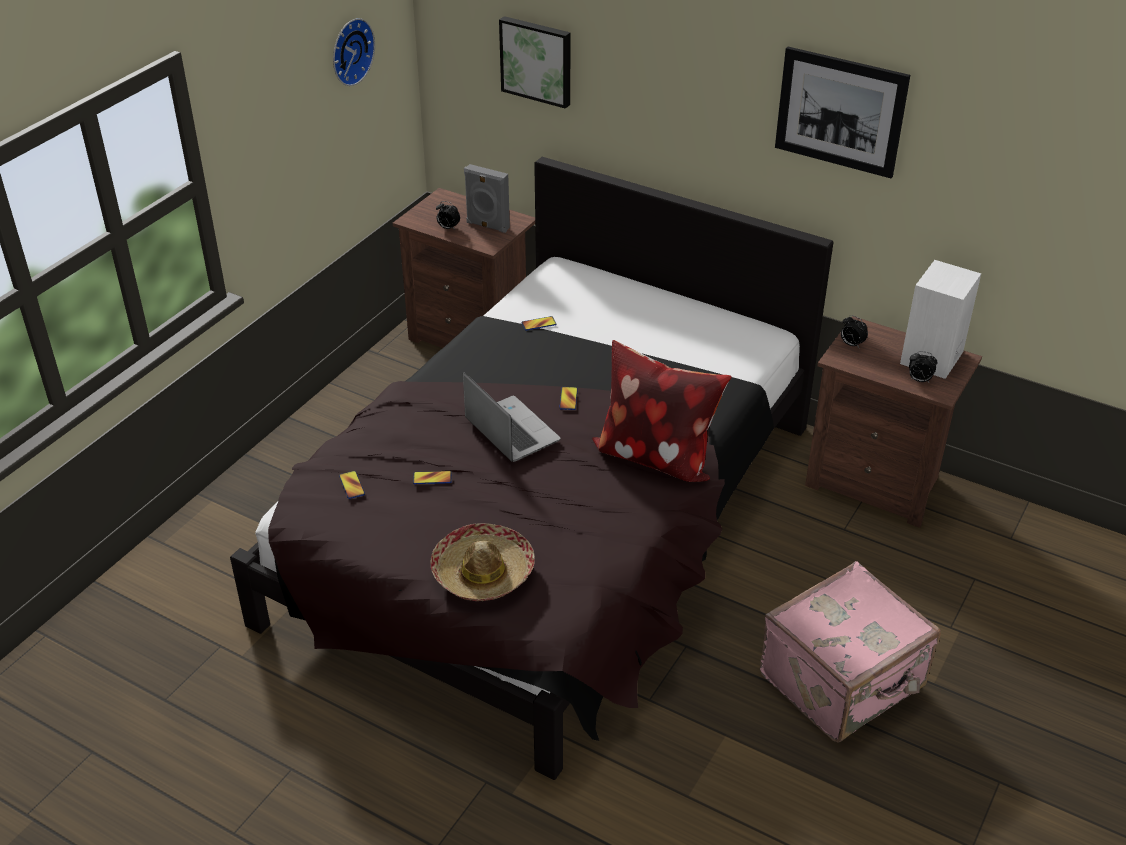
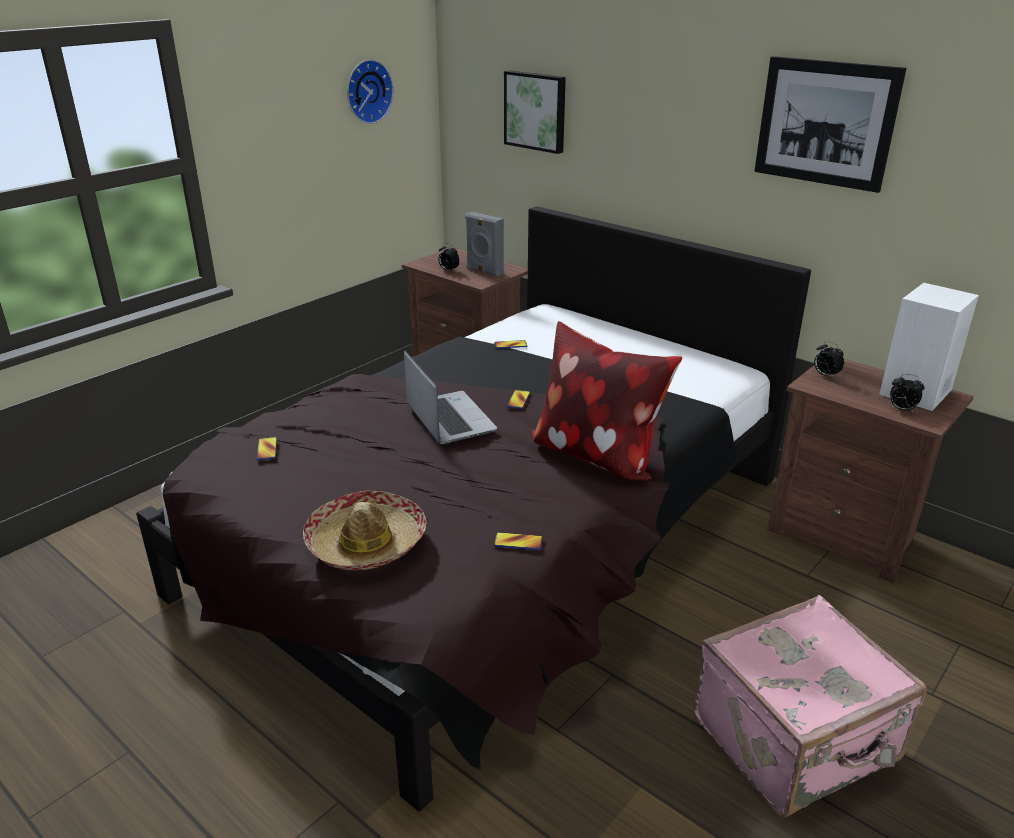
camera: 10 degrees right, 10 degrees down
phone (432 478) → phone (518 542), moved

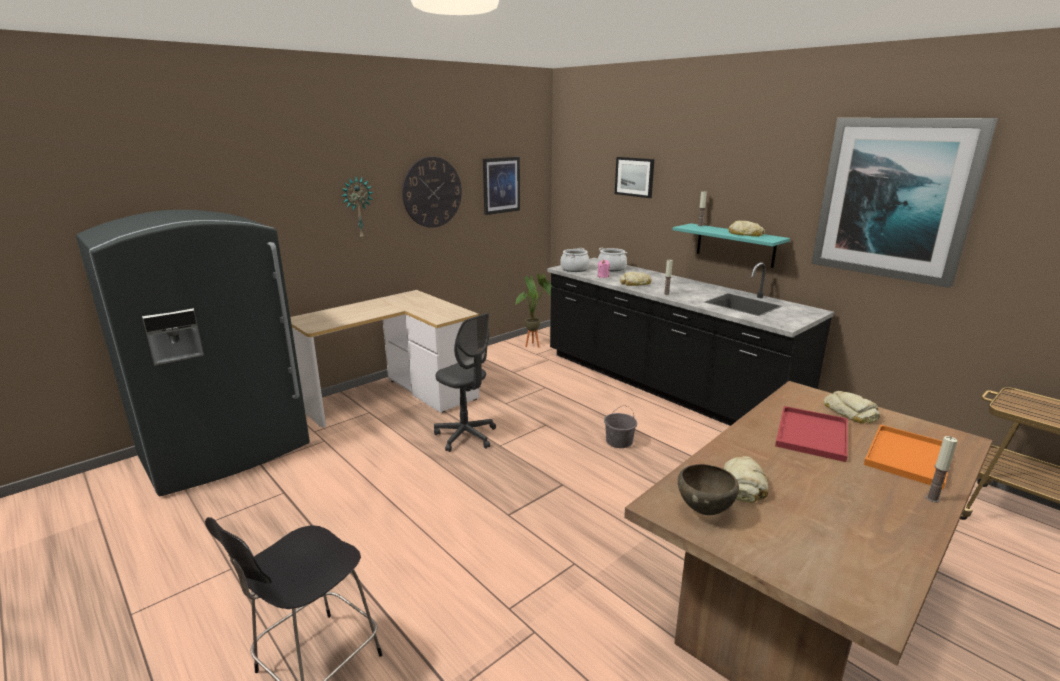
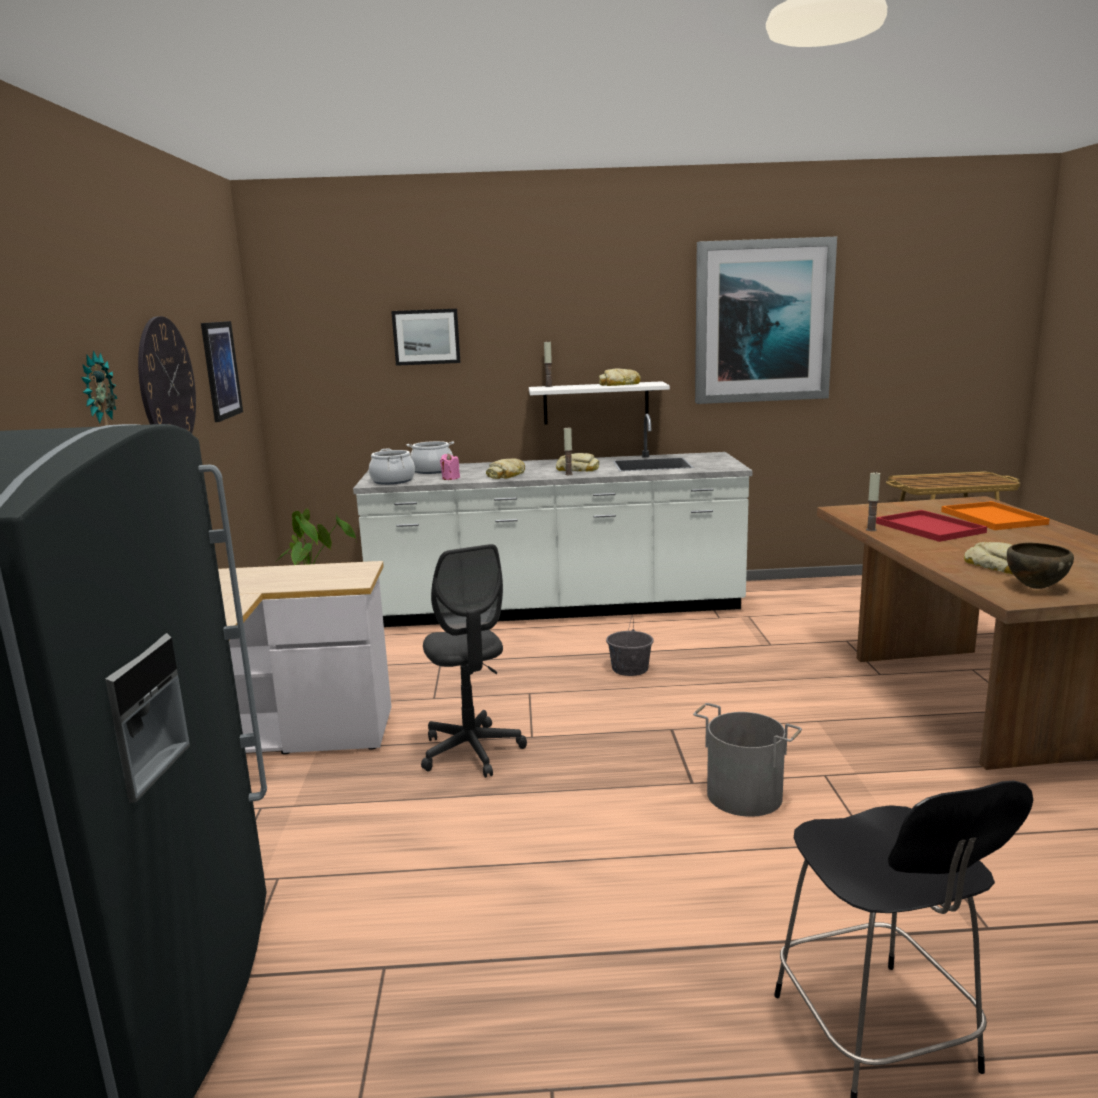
camera: 50 degrees left, 5 degrees down
blackish_kitchen_counter (663 386) → whitish_kitchen_counter (556 607)
gray_desk_chair (466 436) → gray_desk_chair (471 751), 75 degrees clockwise
blue-green_wall_shelf (735 245) → whitish_wall_shelf (596 403)
baked_bread (850 413) → baked_bread (578 469), moved
- → gray_pail (744 794)
wax_light (932 498) → wax_light (871 530), moved

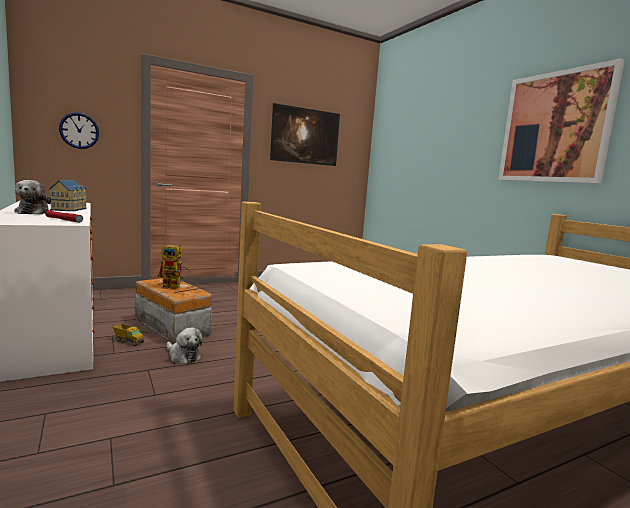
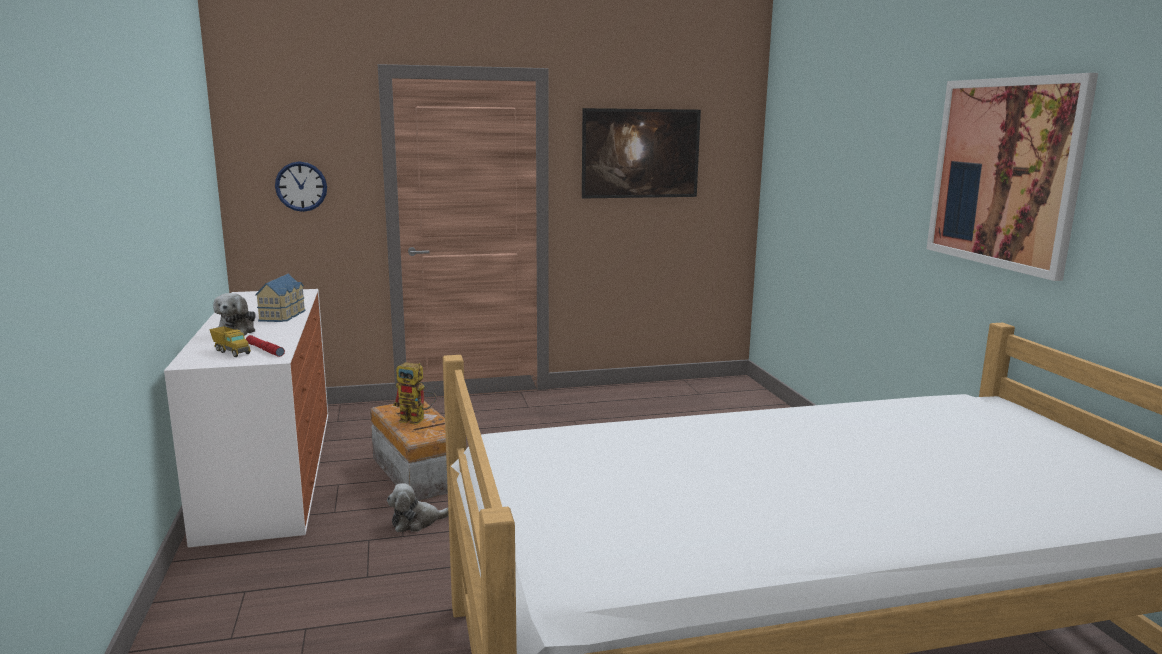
camera: 15 degrees right, 5 degrees up
toy_lorry (128 341) → toy_lorry (231 352), moved
soft_toy (183 356) → soft_toy (417 522), 105 degrees clockwise

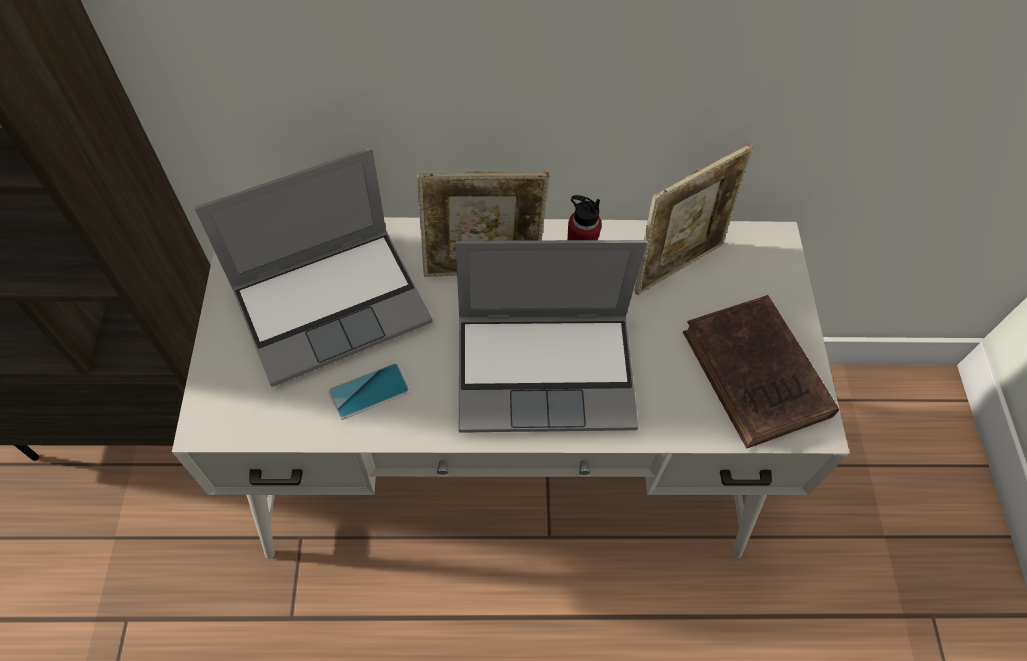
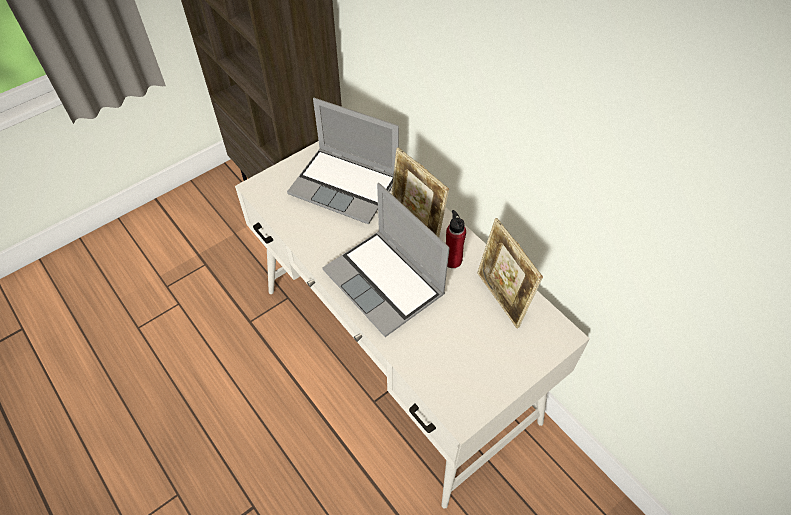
camera: 55 degrees right, 5 degrees down
standing_frame (676 264) → standing_frame (500 299), 45 degrees clockwise
phone (369 391) → -
brownish_book (757 378) → -

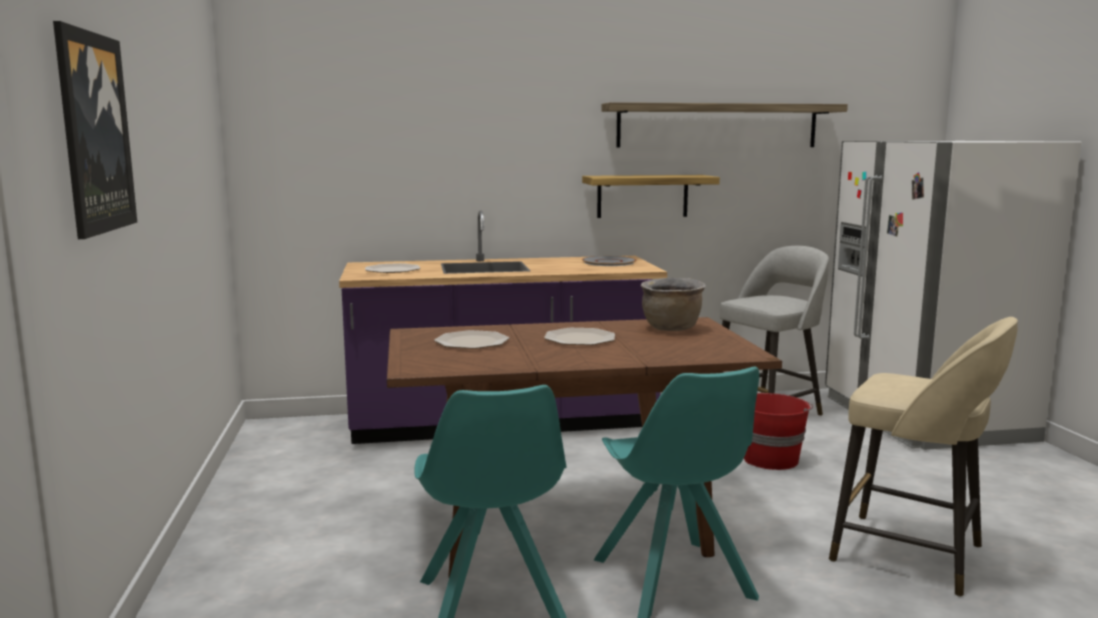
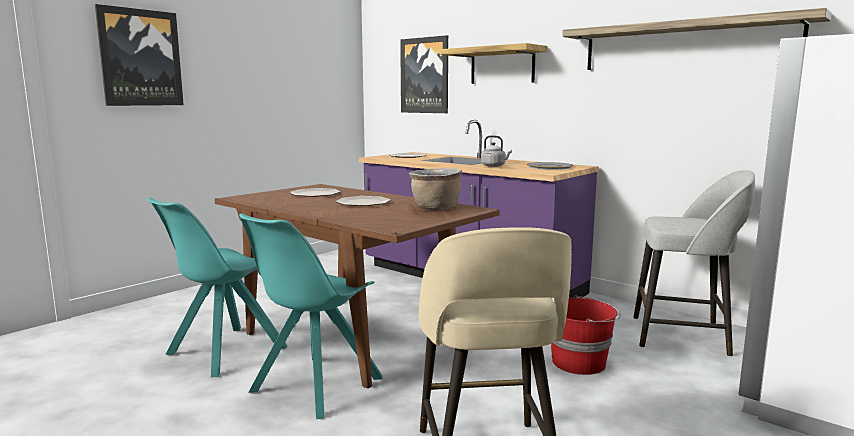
camera: 50 degrees right, 0 degrees up
- → wall_art (425 75)
wall_shelf (642 196) → wall_shelf (502 66), moved
- → gray_tea_kettle (494 166)

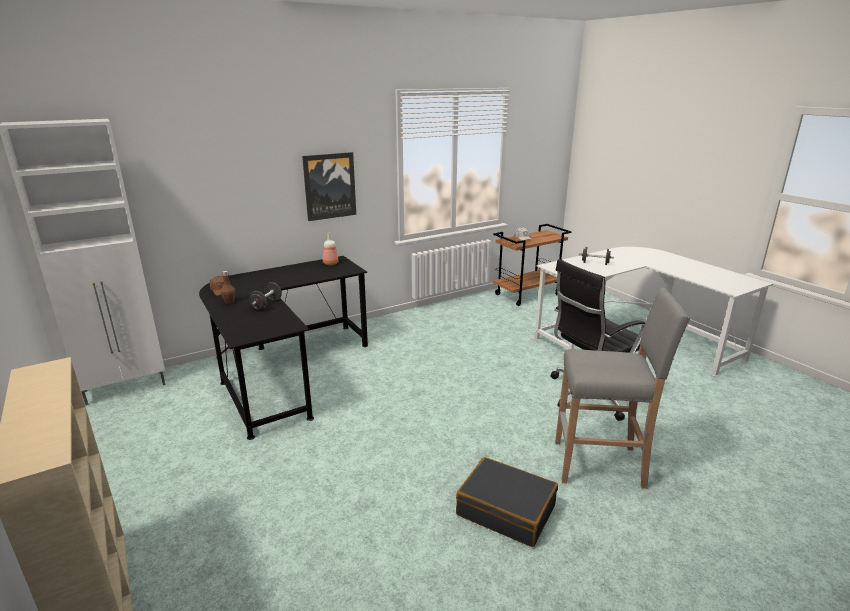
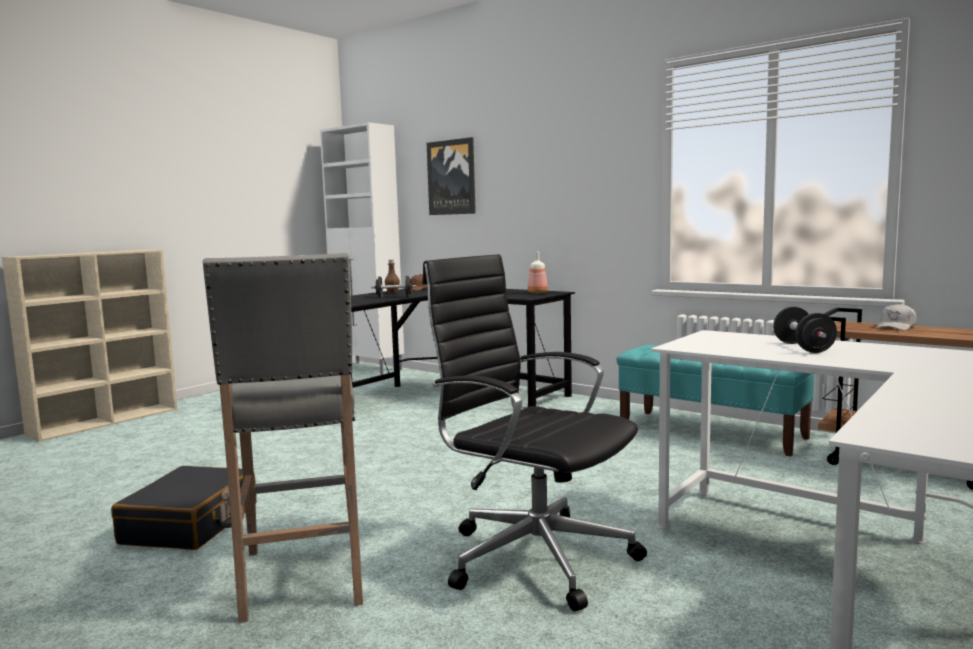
camera: 70 degrees right, 15 degrees down
wall_art (329 186) → wall_art (452 177), moved
- → blue-green_indoor_bench (711 432)

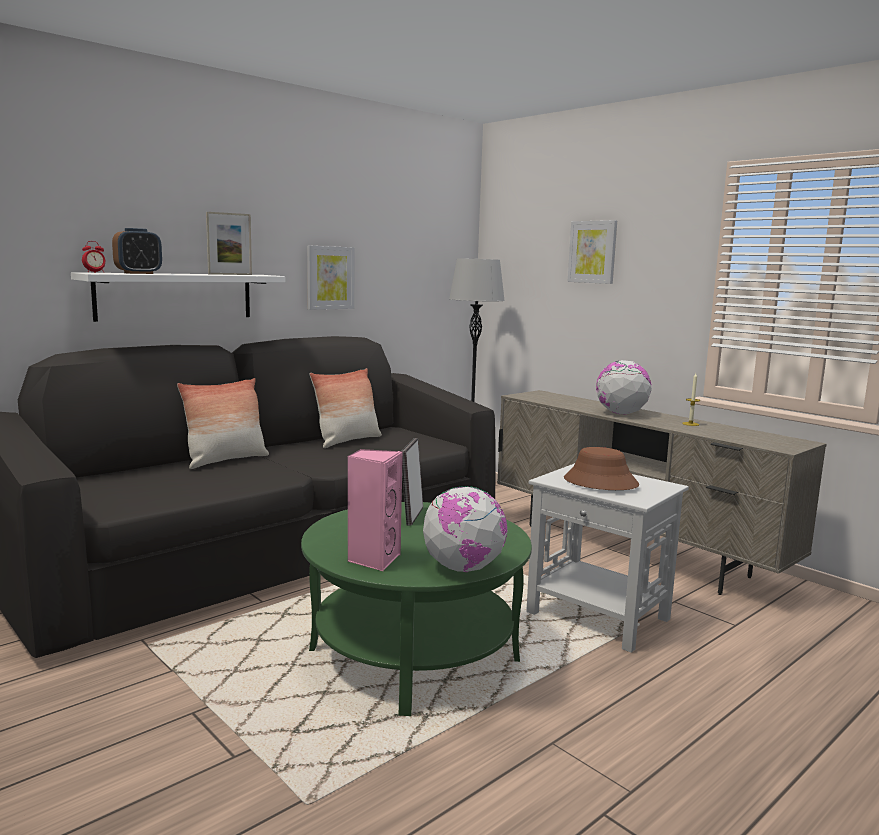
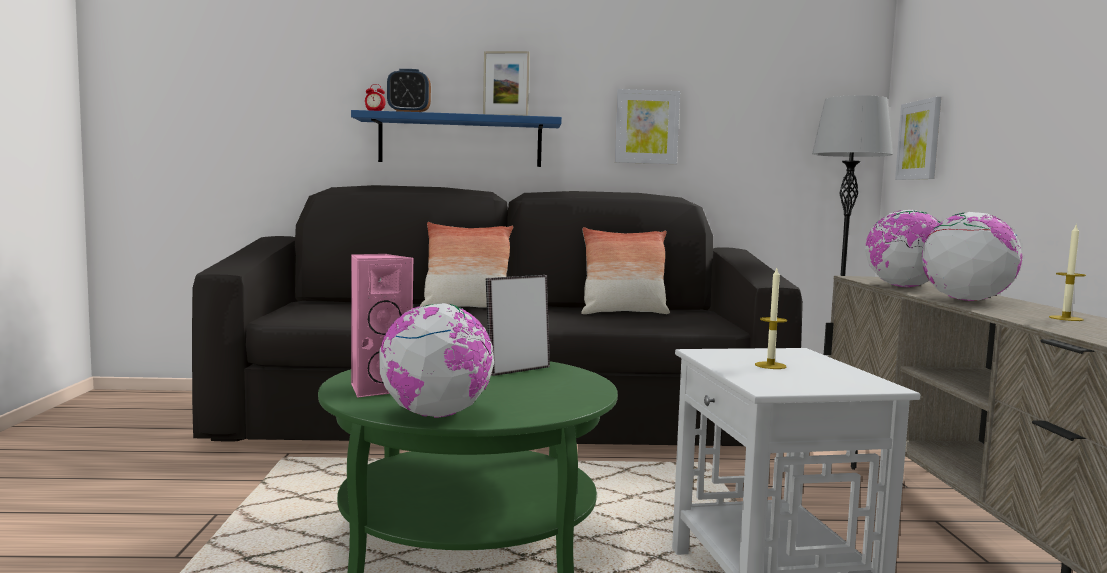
camera: 40 degrees right, 5 degrees down
whitish_wall_shelf (175 296) → blue_wall_shelf (460 141)
brownish_wearable_hat (600 482) → wax_light (770 365)
- → globe (903 287)
wall_art (592 252) → wall_art (919 140), moved

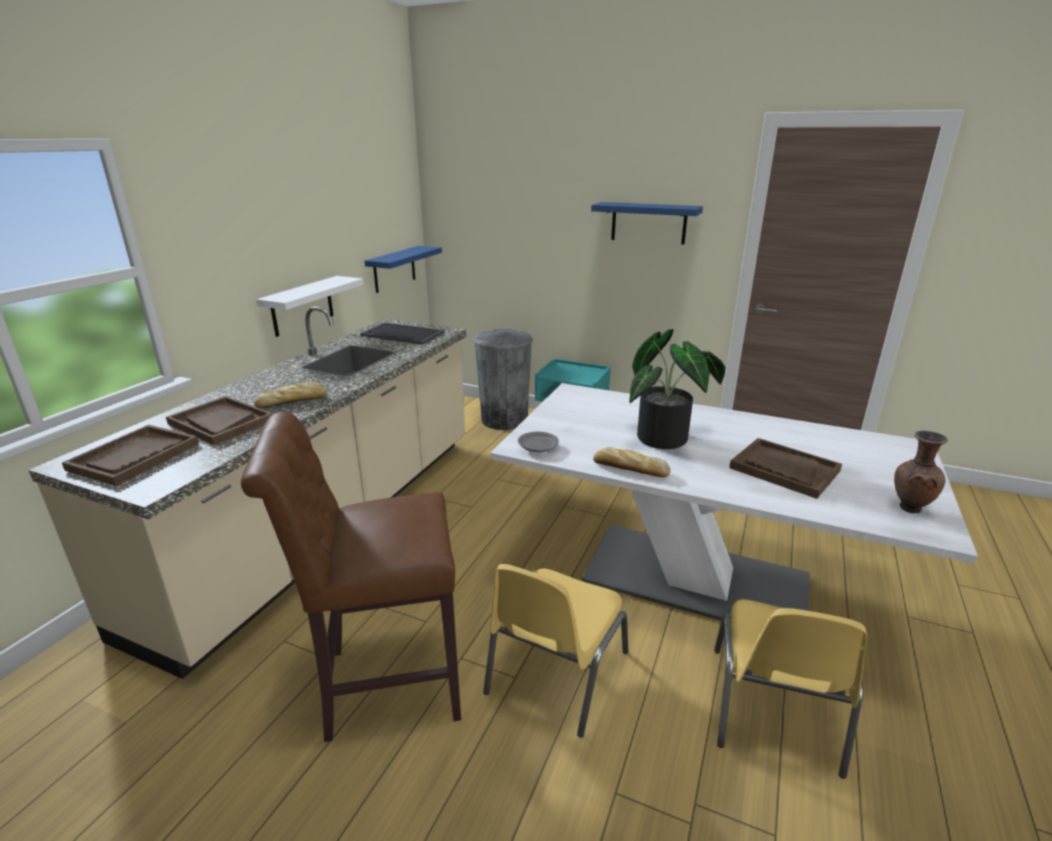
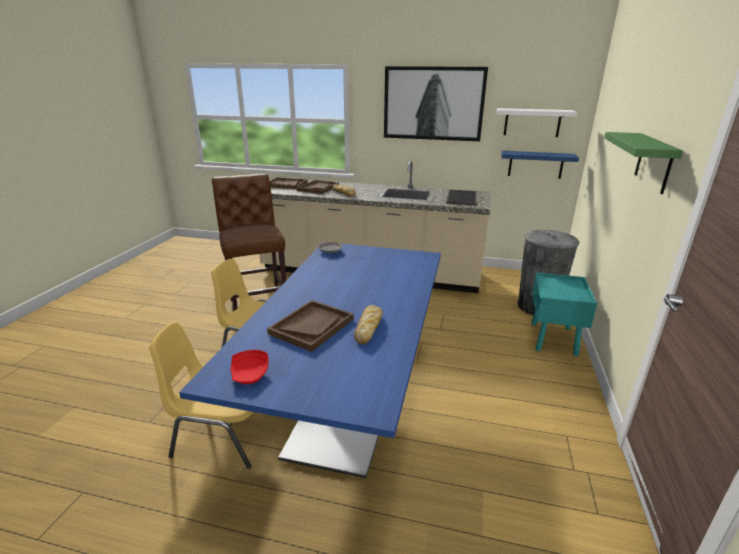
camera: 80 degrees right, 0 degrees up
whitish_dinner_table (695 580) → blue_dinner_table (348 406)
brownish_flower_vase (908 507) → reddish_plate (250 374)
baked_bread (628 468) → baked_bread (368 327), moved
- → wall_art (433 104)
whitish_wall_shelf (302 306) → whitish_wall_shelf (532 122), moved
blue_wall_shelf (648 223) → green-coloured_wall_shelf (654 162)
potted_plant (668 439) → -

